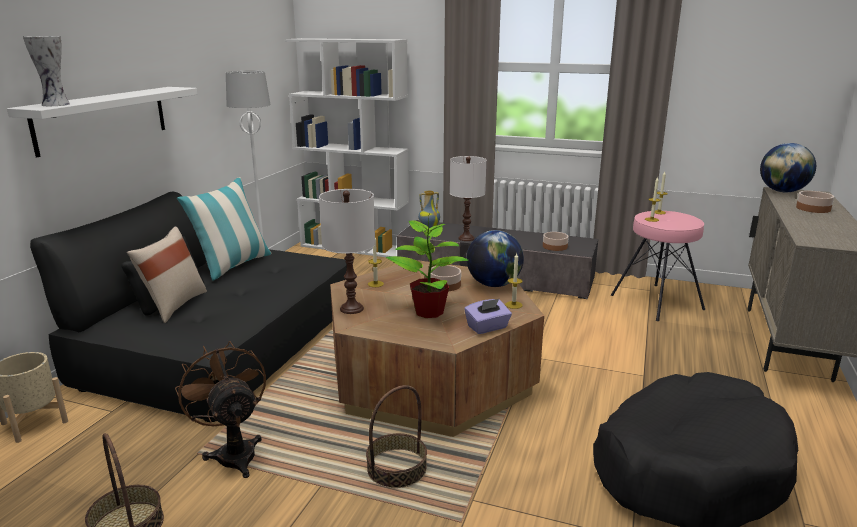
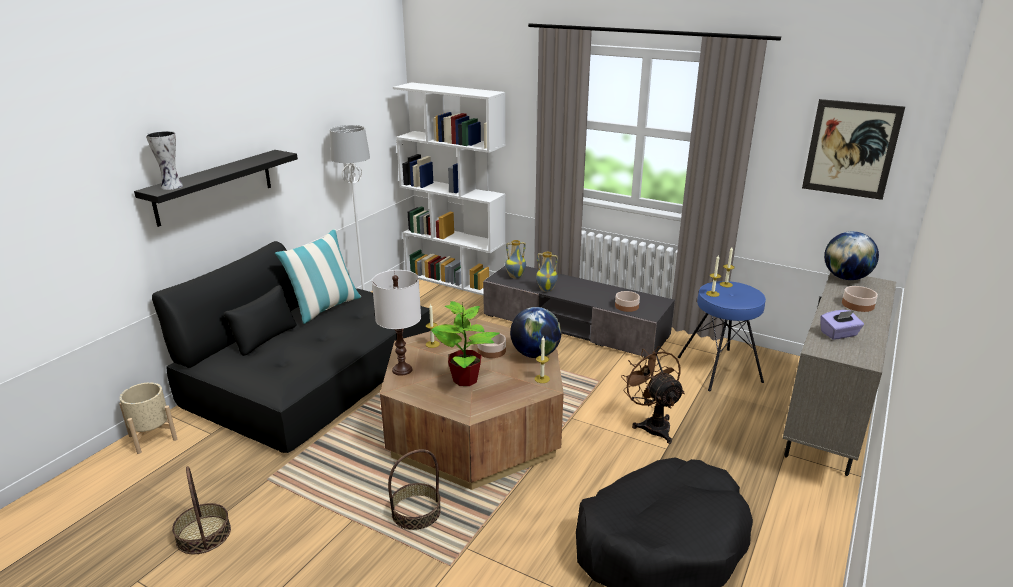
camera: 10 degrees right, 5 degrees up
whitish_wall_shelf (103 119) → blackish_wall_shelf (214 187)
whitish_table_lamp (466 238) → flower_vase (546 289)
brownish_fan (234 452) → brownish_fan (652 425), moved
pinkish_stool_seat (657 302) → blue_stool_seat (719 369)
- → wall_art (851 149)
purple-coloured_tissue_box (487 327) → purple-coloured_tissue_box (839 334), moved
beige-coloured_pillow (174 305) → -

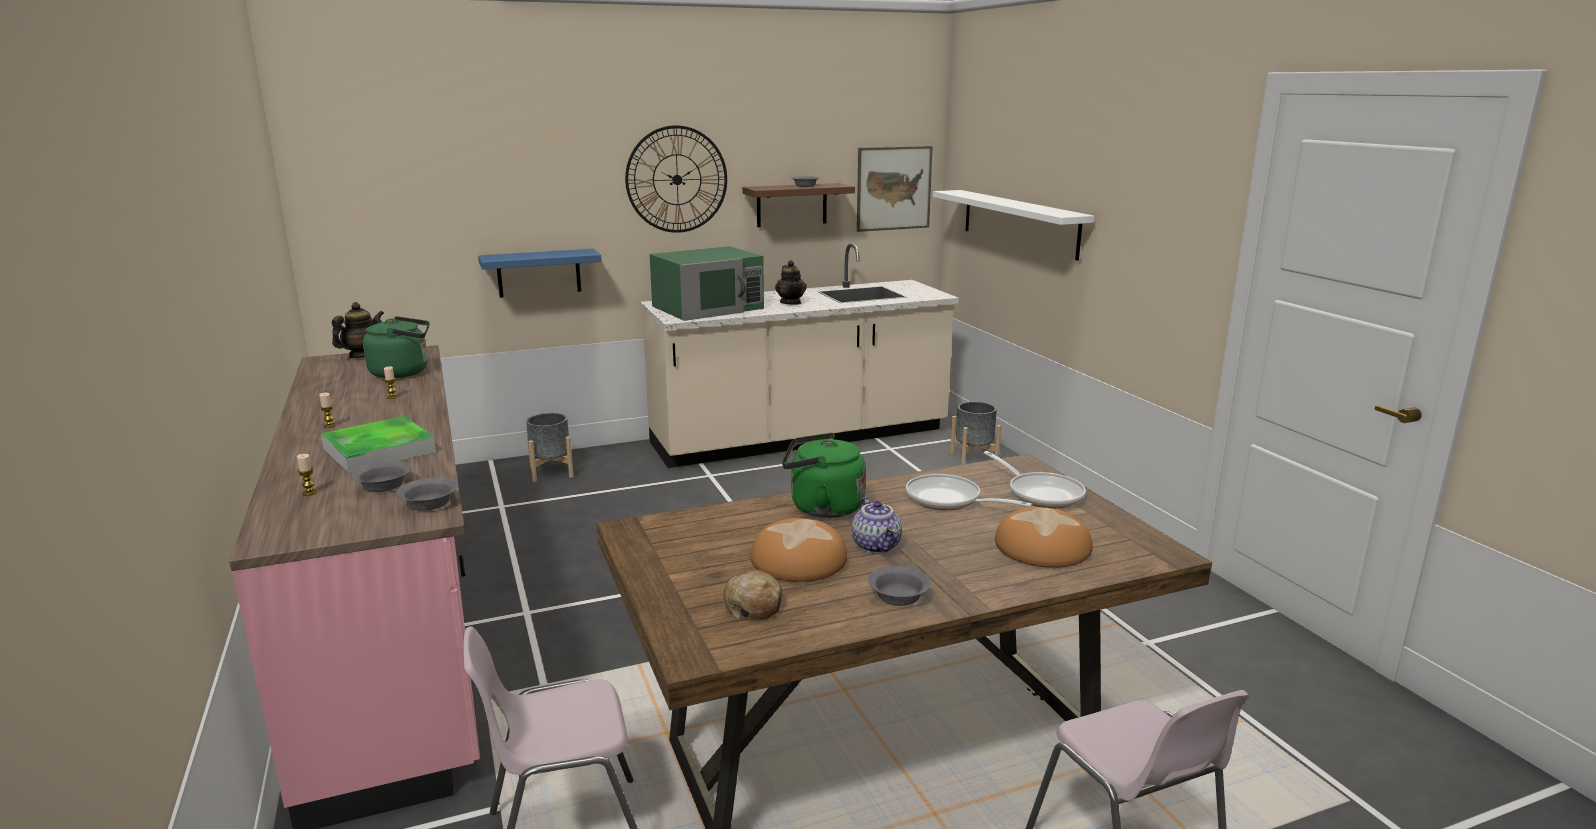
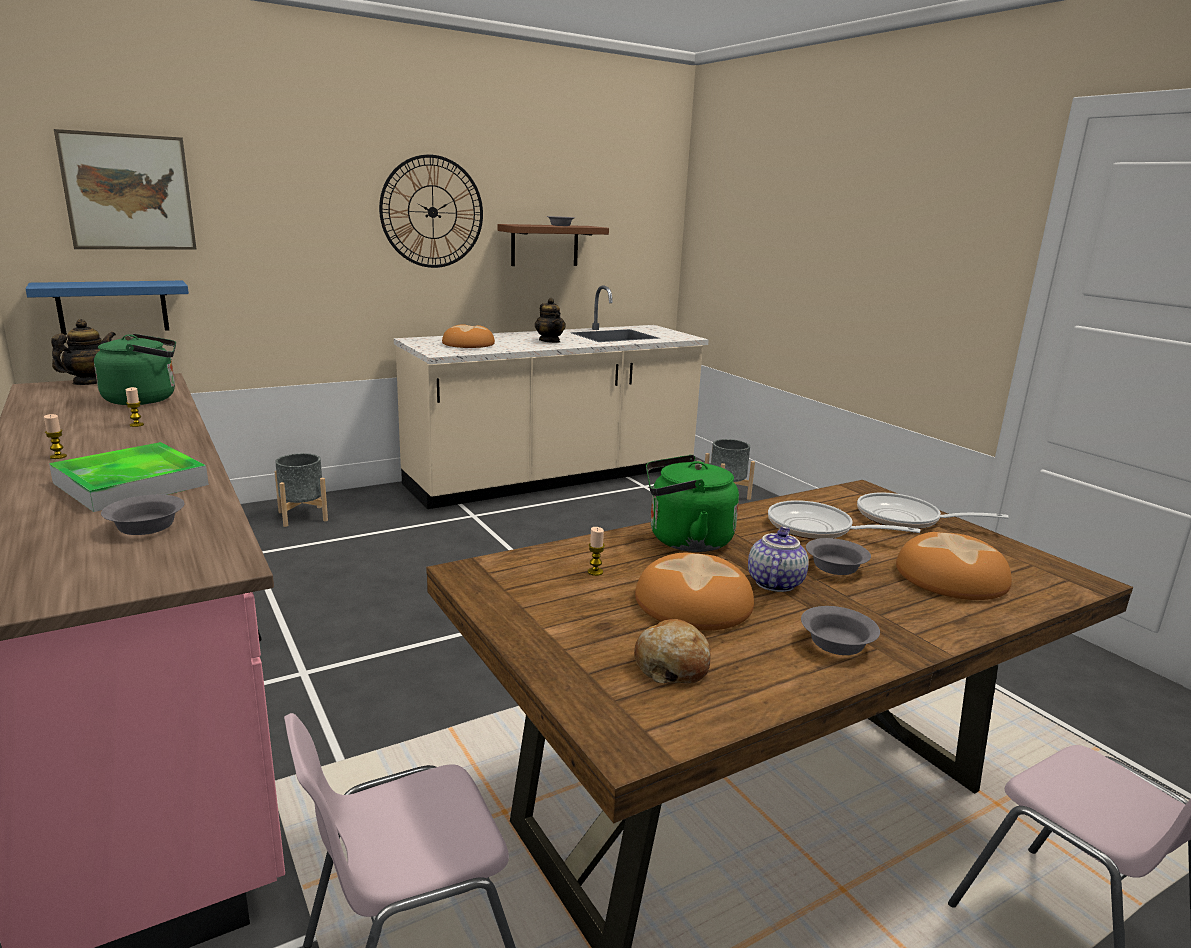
camera: 10 degrees left, 0 degrees up
blue_wall_shelf (539 273) → blue_wall_shelf (113 307), moved
wall_art (894 188) → wall_art (129 192), moved
green-coloured_microwave (709 307) → baked_bread (468 344)
wax_light (309 493) → wax_light (595 572), moved
pot_for_tea (877 546) → pot_for_tea (773 583), 135 degrees counterclockwise
gray_deep_dish (429 504) → gray_deep_dish (836 568), moved
frying_pan (1041 493) → frying_pan (905 519), 150 degrees clockwise
whitish_wall_shelf (1019 223) → -

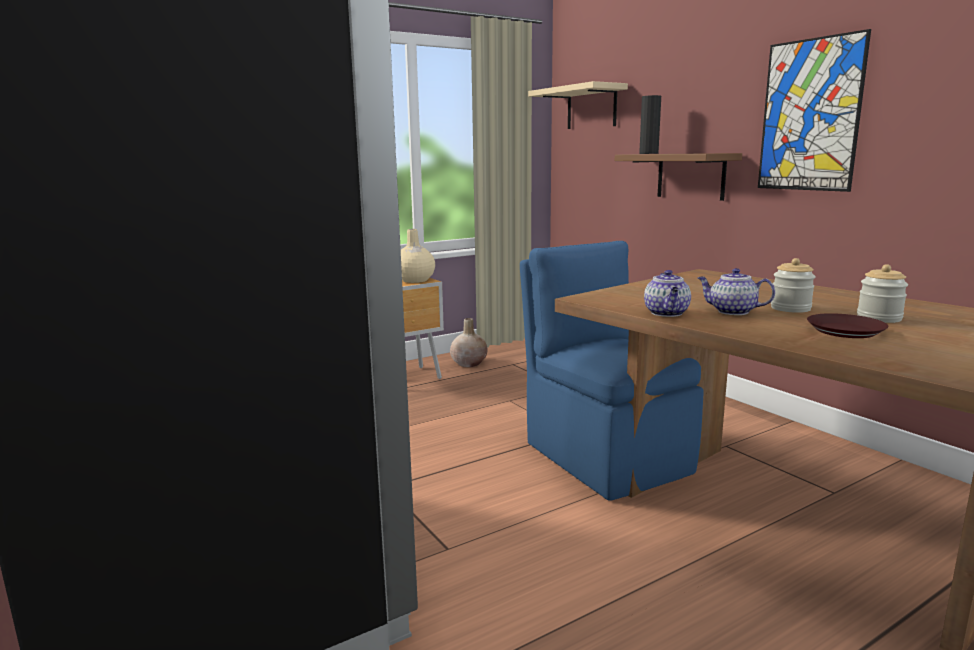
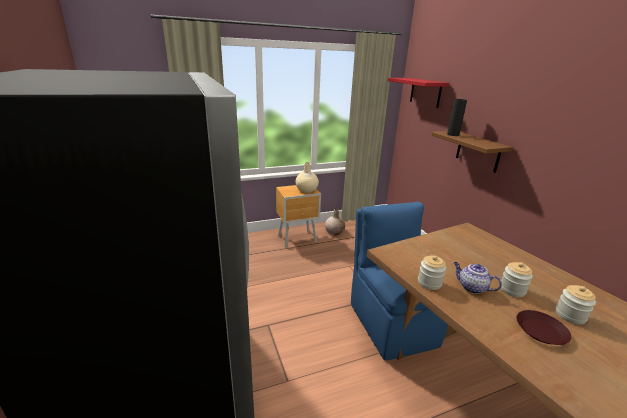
camera: 10 degrees right, 10 degrees up
beige-coloured_wall_shelf (591 108) → reddish_wall_shelf (425 92)
pot_for_tea (667 313) → storage_jar (429 283)
wall_art (810 115) → -

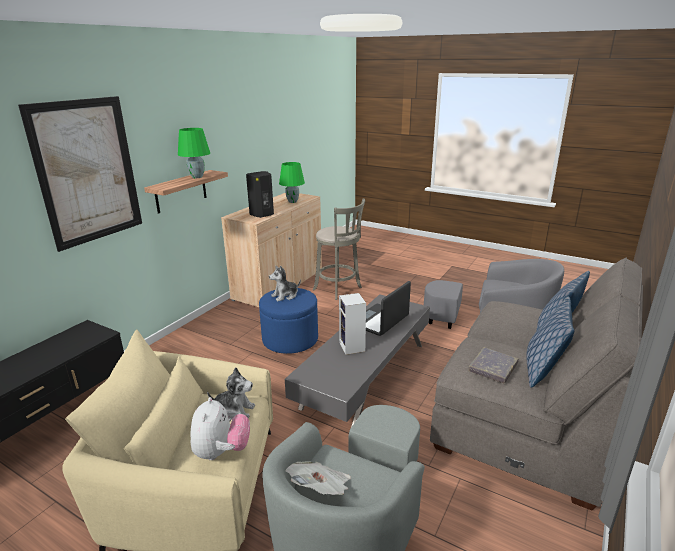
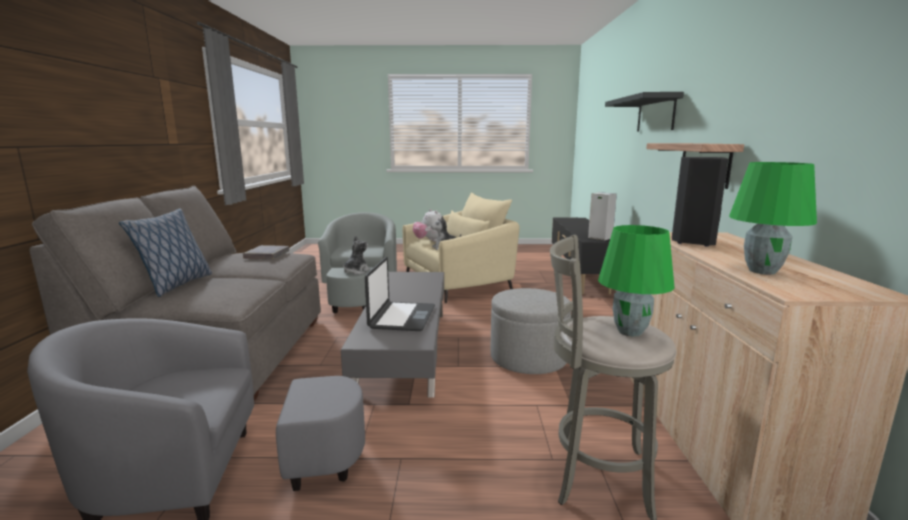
camera: 150 degrees right, 10 degrees down
soft_toy (285 296) → soft_toy (356 272), moved
blue_footrest (290 339) → gray_footrest (528 358)
loudspeaker (353 347) → loudspeaker (599 237), moved
green-coloured_table_lamp (196 177) → green-coloured_table_lamp (630 332), moved
wall_art (88 172) → blackish_wall_shelf (655 114)
newspaper (320 489) → -
pillow (542 369) → -

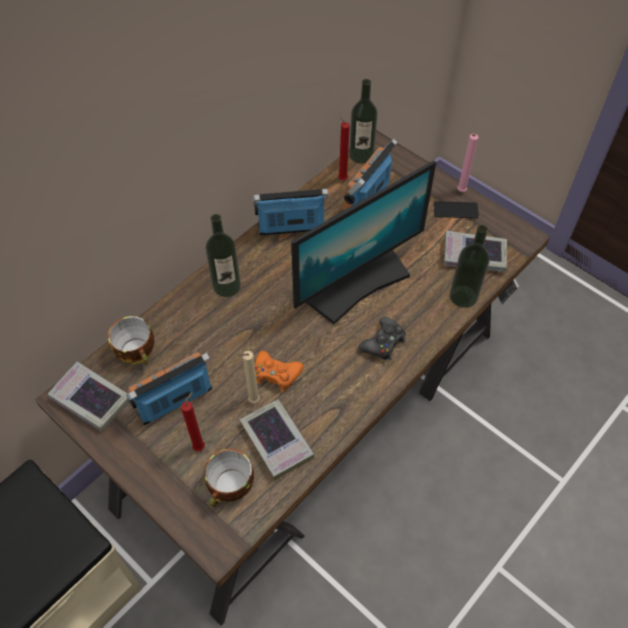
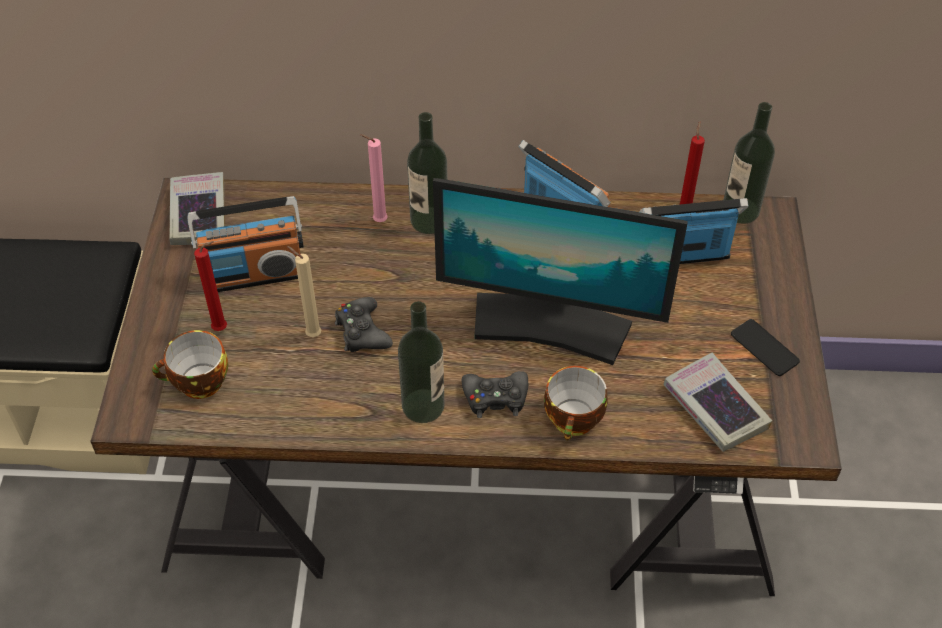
camera: 50 degrees right, 5 degrees down
radio (175 400) → radio (255 275), 150 degrees clockwise
orangey_gamepad (276 374) → blackish_gamepad (362 332)
pinkish_wax_light (460 192) → pinkish_wax_light (377 221), moved
drink_bottle (463 296) → drink_bottle (423 406), moved
cup (138 352) → cup (574 421), moved
book (277 441) → -

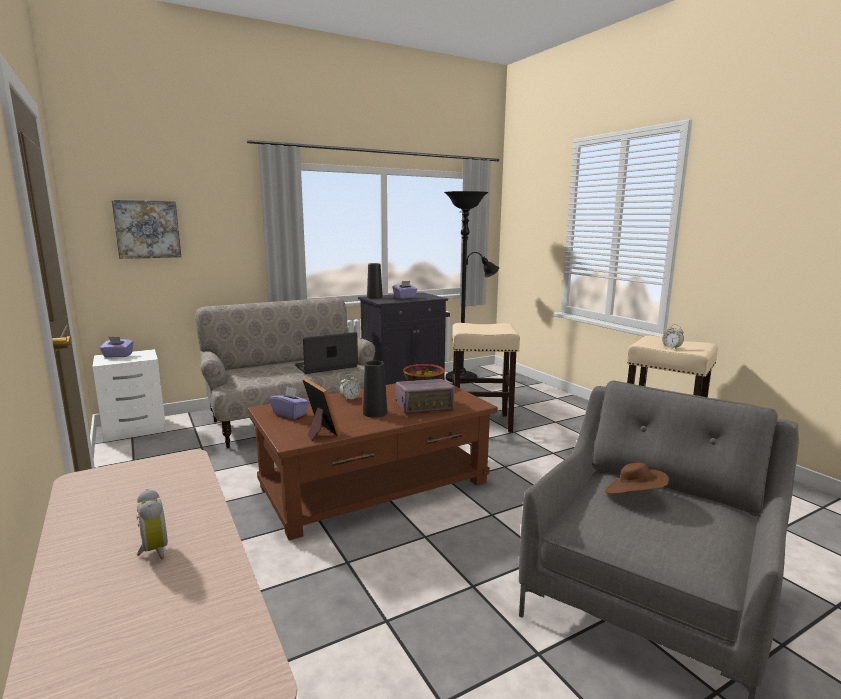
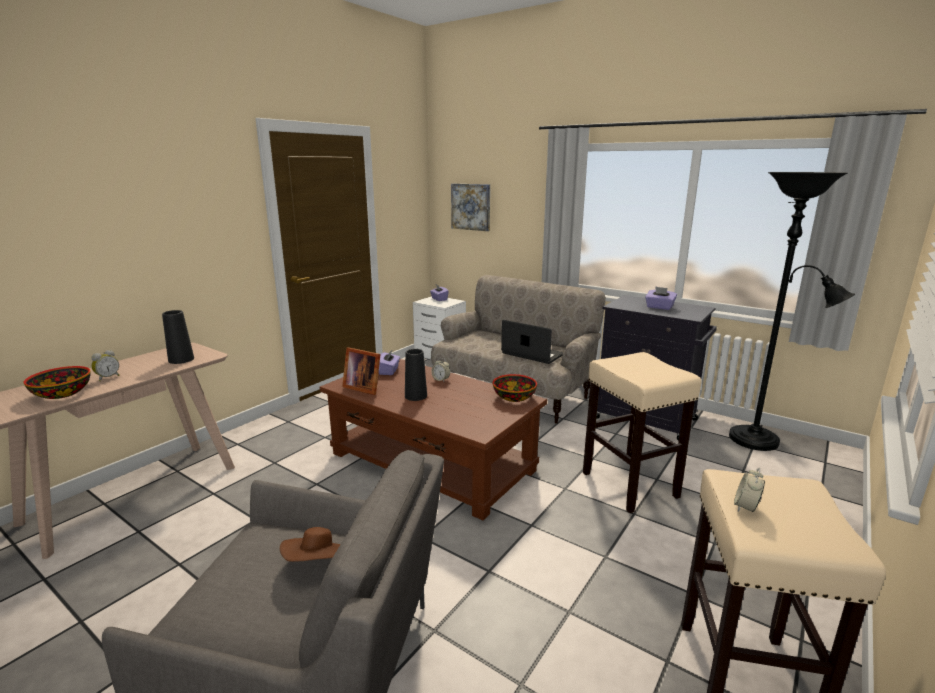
camera: 65 degrees right, 5 degrees up
- → deep_dish (62 393)
blackish_flower_vase (374 297) → blackish_flower_vase (181 359), moved
standing_frame (319 431) → standing_frame (363 387), 90 degrees clockwise
radio (424 406) → -

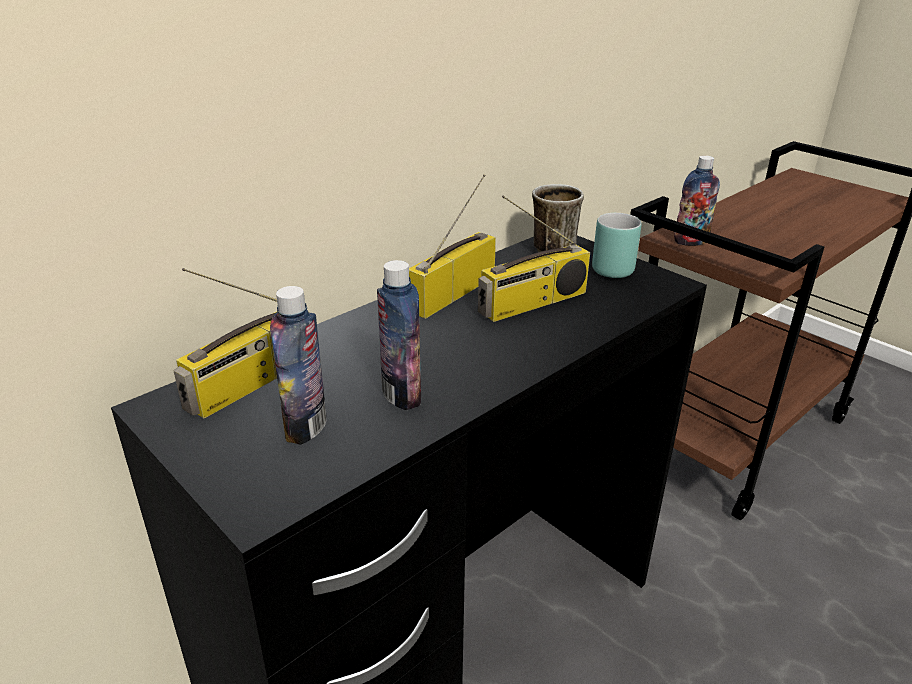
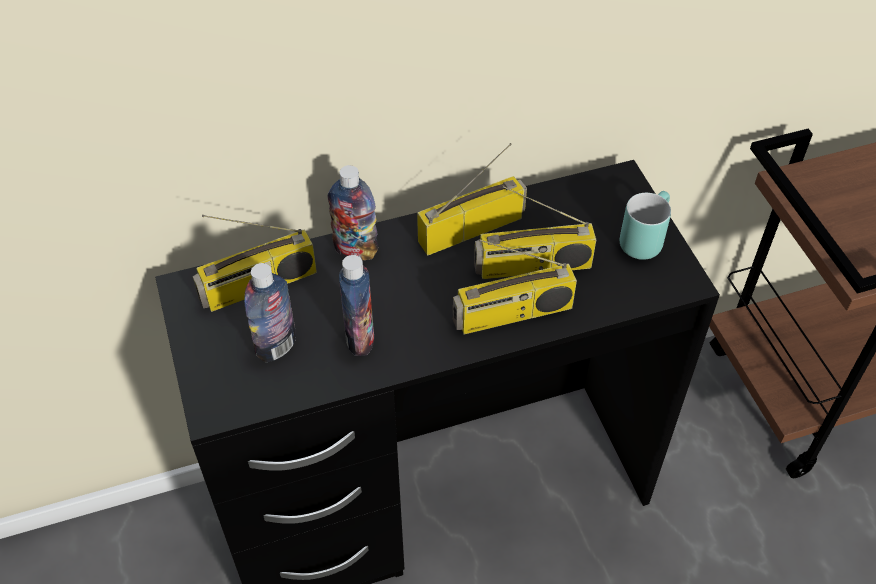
camera: 25 degrees right, 20 degrees up
drink_bottle (690 241) → drink_bottle (356 250), moved
- → radio (512 315)
mug (551 247) → -

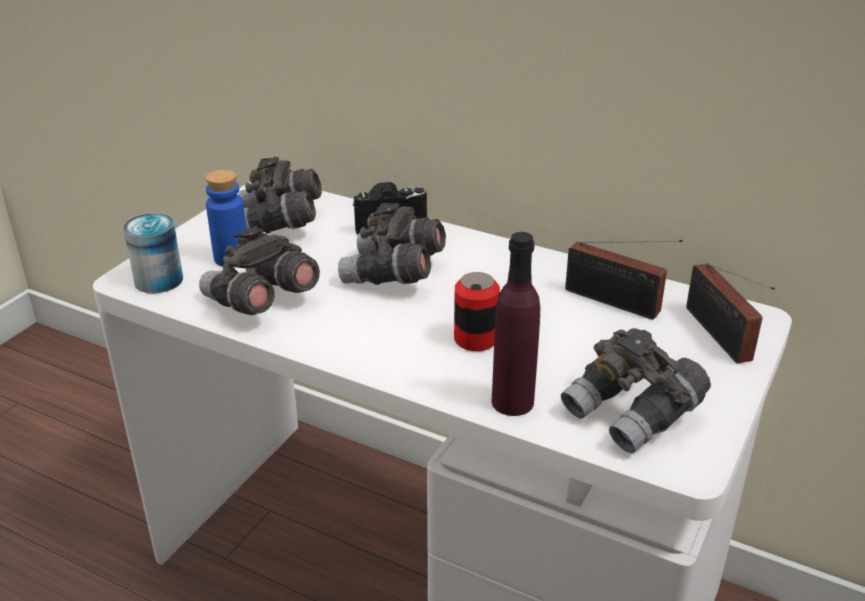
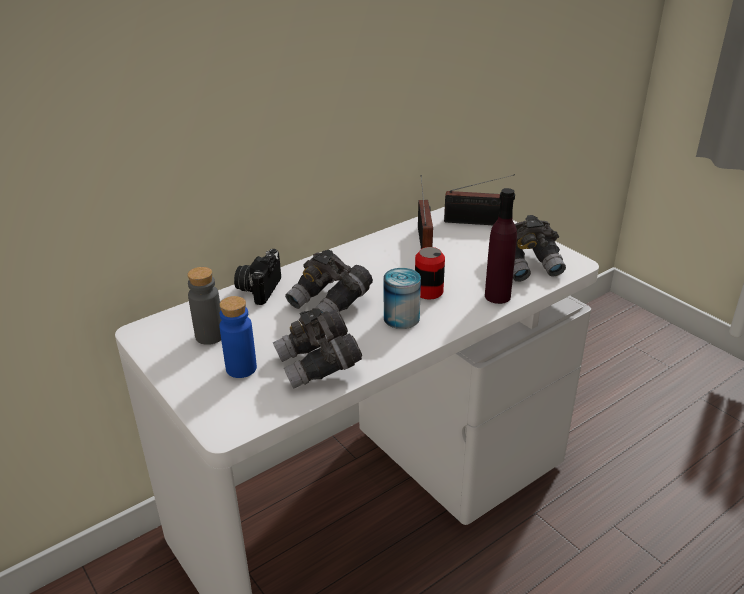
camera: 65 degrees left, 0 degrees up
gray_pair_of_binoculars (279 224) → gray_drink_bottle (210 336)
can (159 280) → can (401 318), moved
radio (616 303) → radio (425 239), 60 degrees counterclockwise

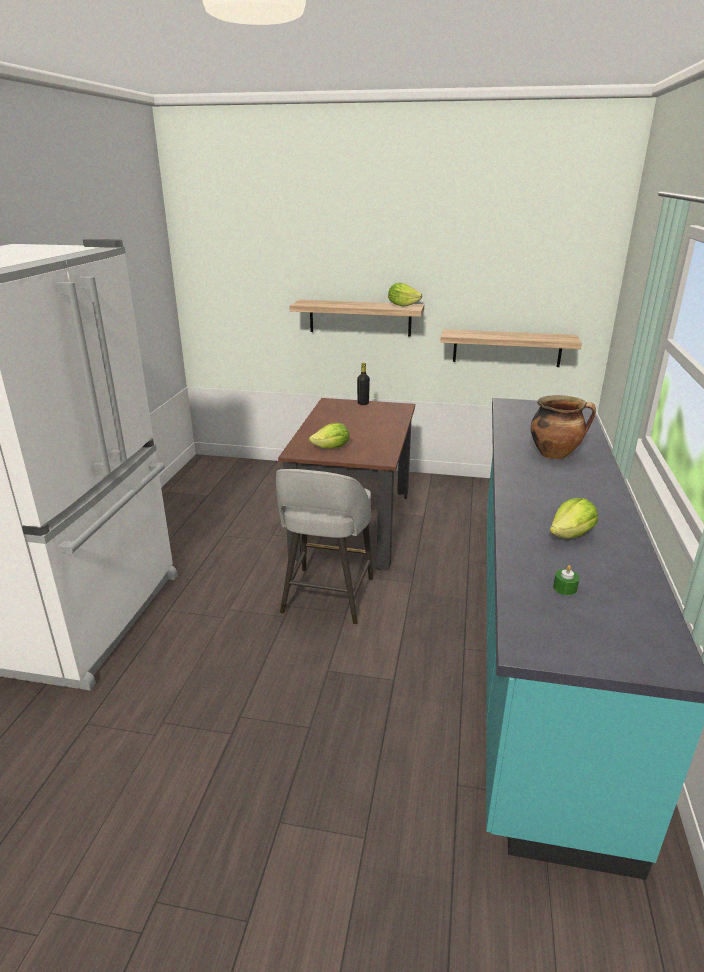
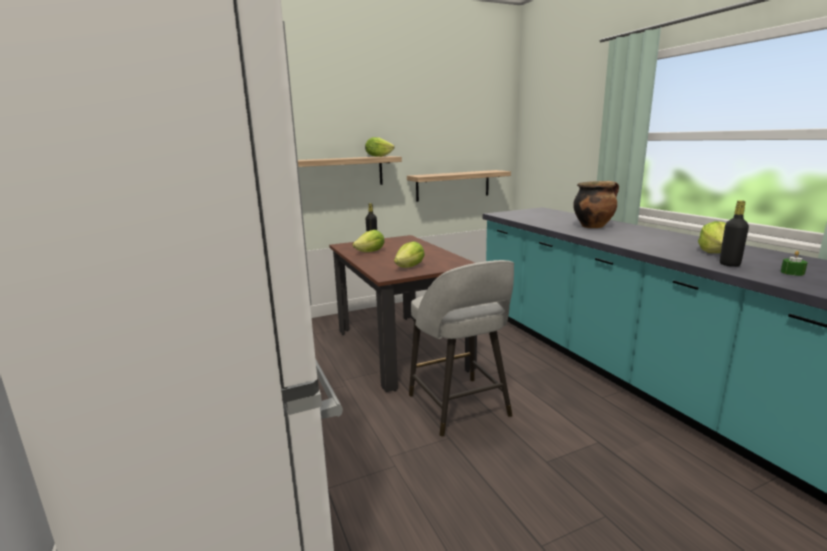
camera: 35 degrees left, 10 degrees down
- → lettuce (370 252)
- → blackish_drink_bottle (729 264)

